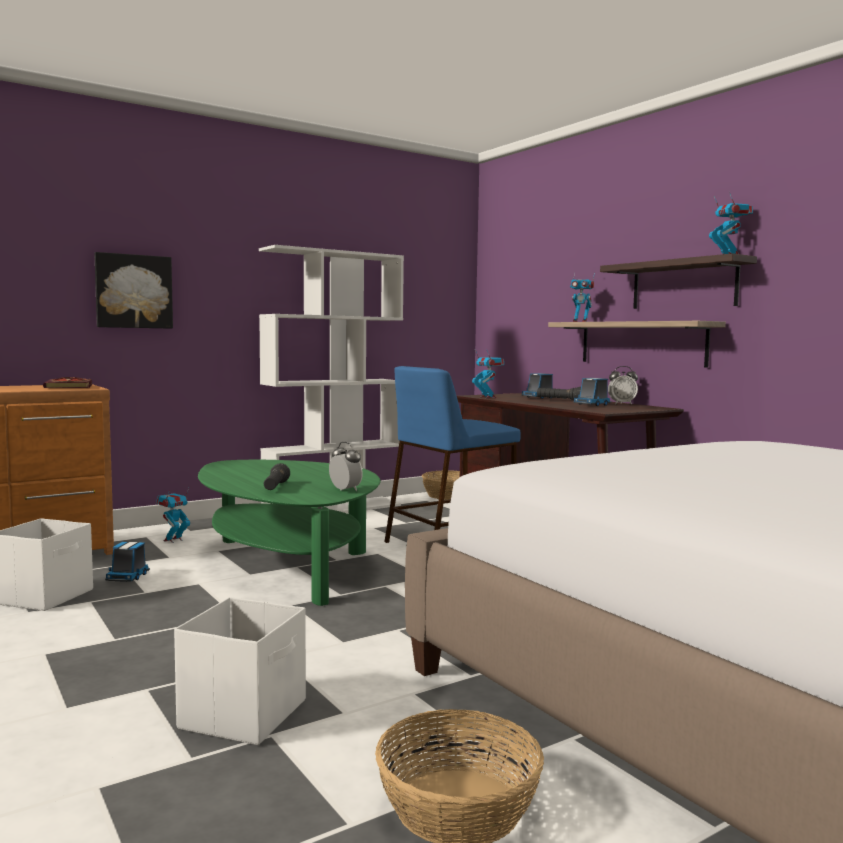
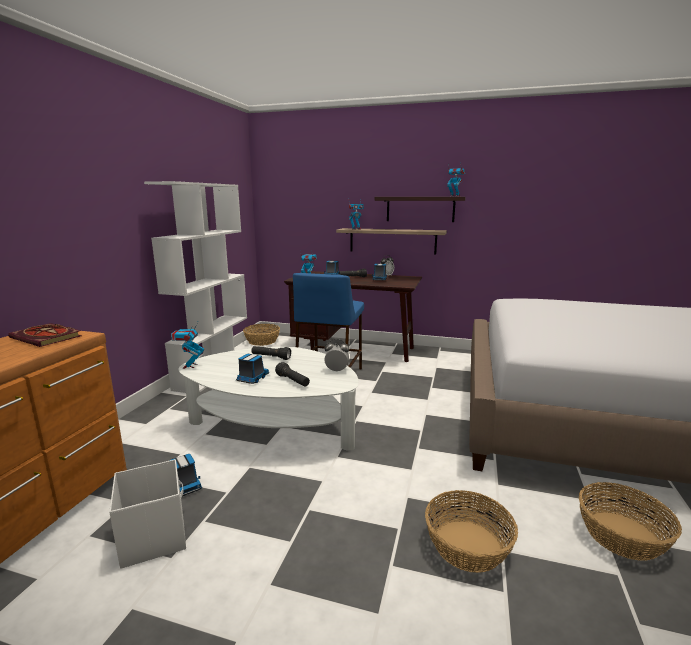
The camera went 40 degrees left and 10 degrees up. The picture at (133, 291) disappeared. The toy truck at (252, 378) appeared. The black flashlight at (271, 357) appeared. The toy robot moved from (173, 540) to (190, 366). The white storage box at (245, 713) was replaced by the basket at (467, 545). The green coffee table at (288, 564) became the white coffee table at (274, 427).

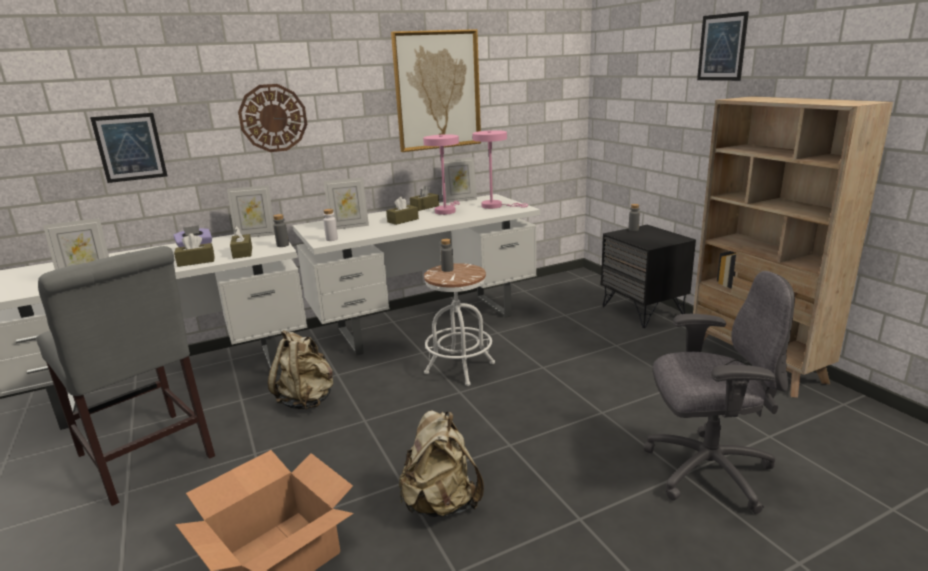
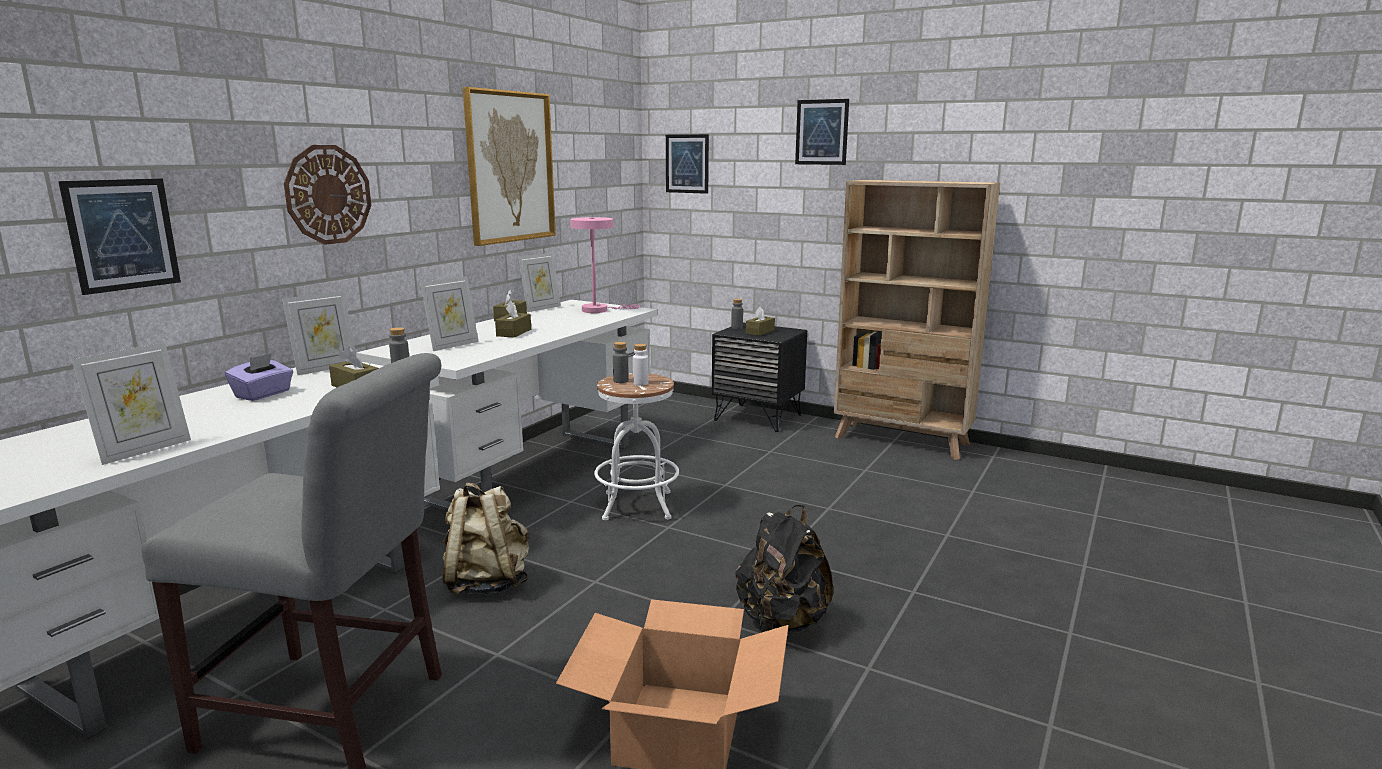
The camera went 35 degrees left and 5 degrees down. The pink table lamp at (446, 211) disappeared. The grey office chair at (705, 470) disappeared. The picture at (687, 163) appeared. The brown tissue box moved from (196, 261) to (760, 332). The white bottle moved from (332, 239) to (640, 383). The beige backpack at (441, 503) became the black backpack at (782, 623).

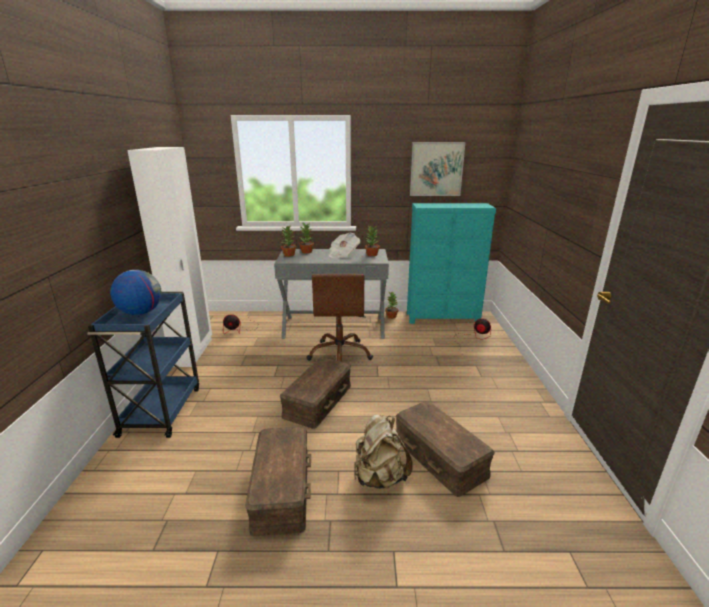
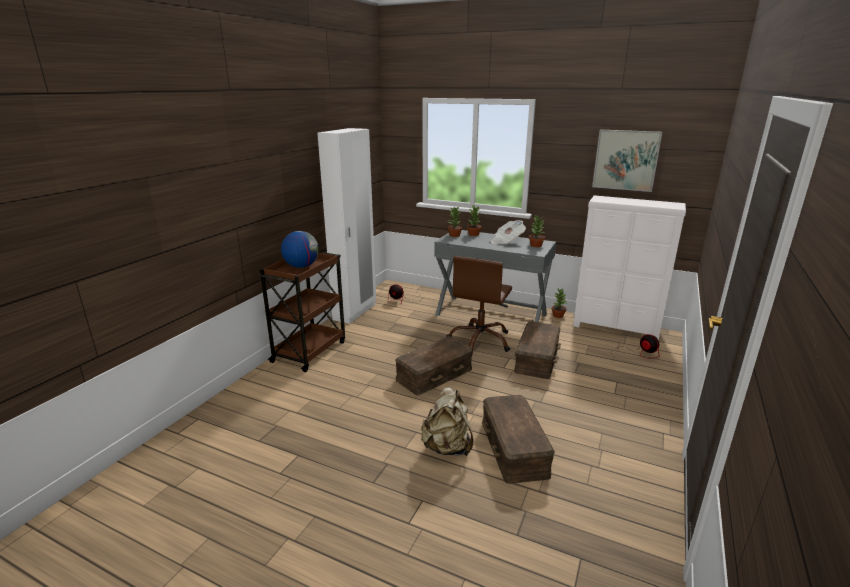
The camera went 25 degrees right and 0 degrees up. The brown storage box moved from (280, 488) to (536, 358). The blue cart at (162, 410) became the brown cart at (310, 351). The turquoise dresser at (443, 318) became the white dresser at (616, 328).

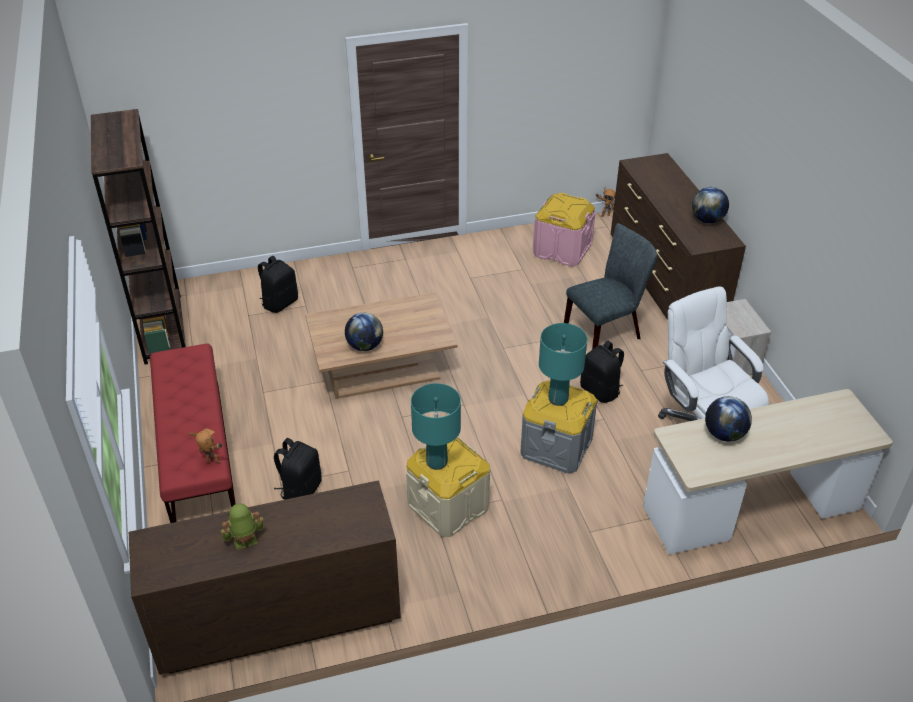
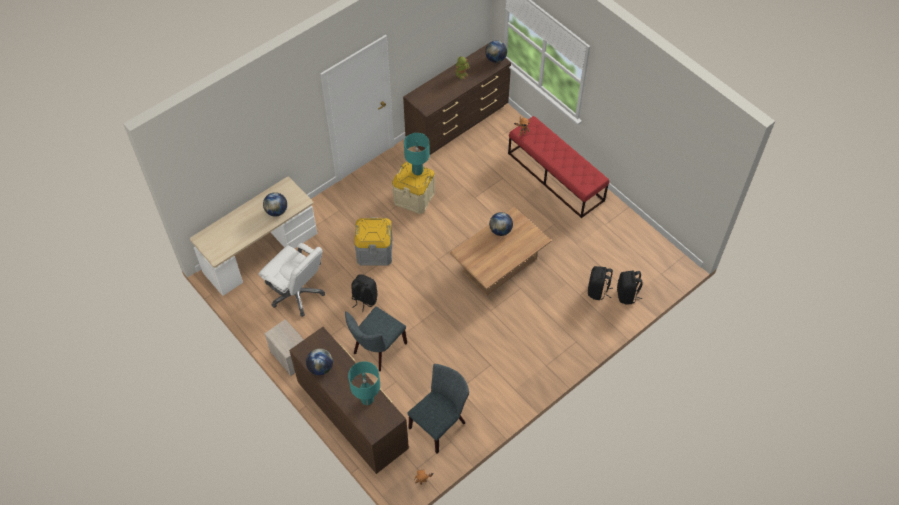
The camera went 155 degrees right and 15 degrees up. The brown bookcase at (163, 328) disappeared. The globe at (495, 59) appeared. The black backpack moved from (300, 489) to (627, 295). The turquoise table lamp moved from (557, 399) to (367, 399). The pink storage box at (562, 250) was replaced by the grey chair at (440, 423).

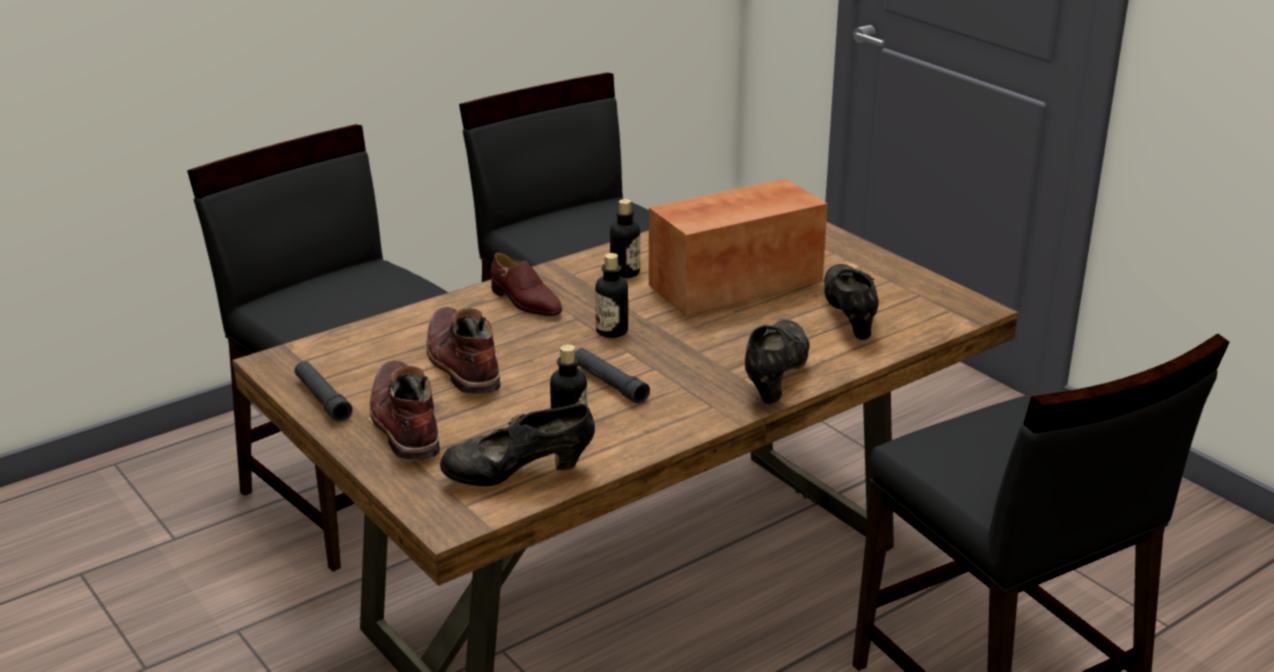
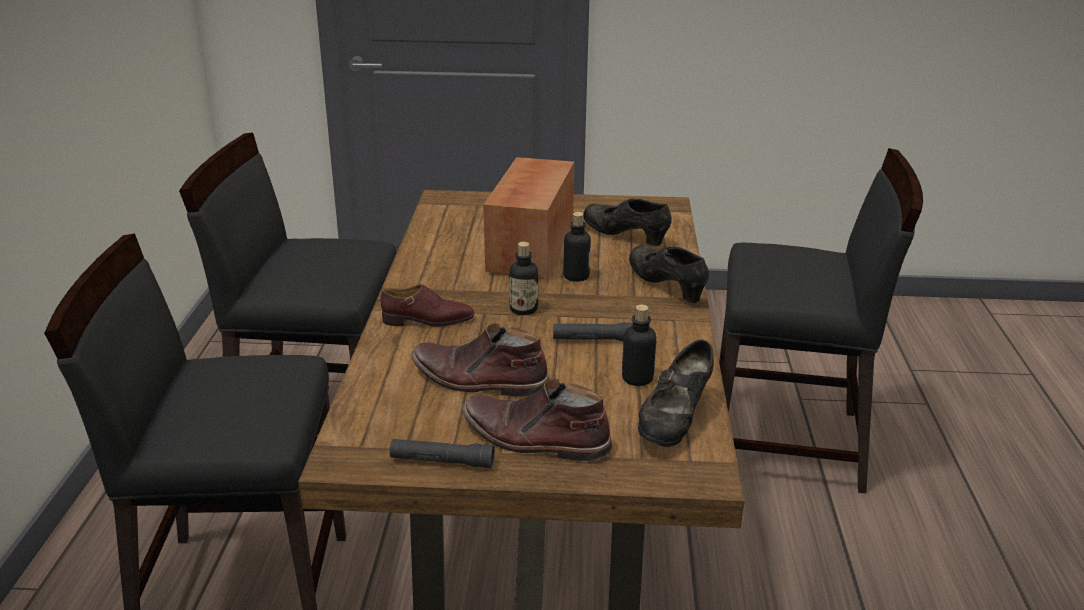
The camera went 50 degrees left and 0 degrees up. The bottle moved from (625, 272) to (576, 276).

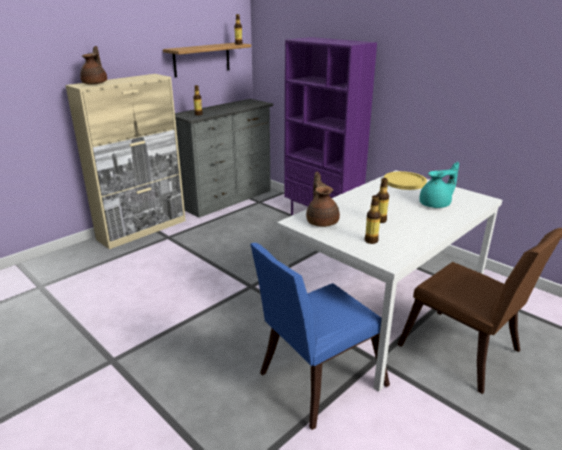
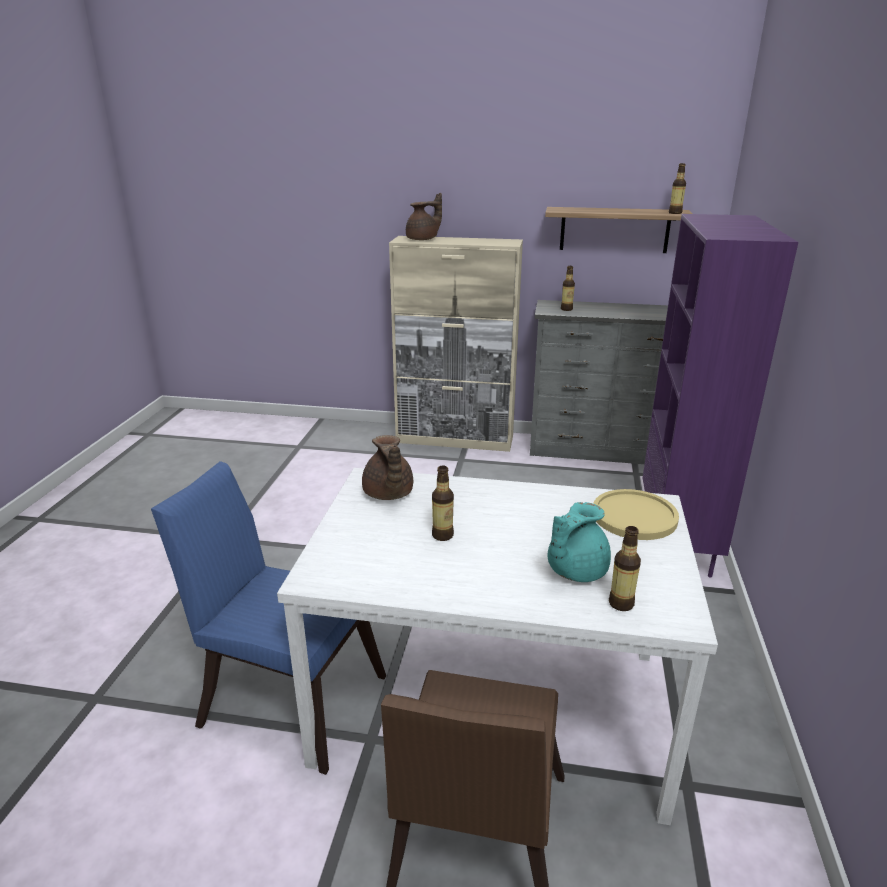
The camera went 55 degrees right and 0 degrees up. The bottle moved from (371, 241) to (621, 603). The brown teapot at (322, 221) turned 120 degrees clockwise. The turquoise teapot at (436, 205) turned 105 degrees clockwise.

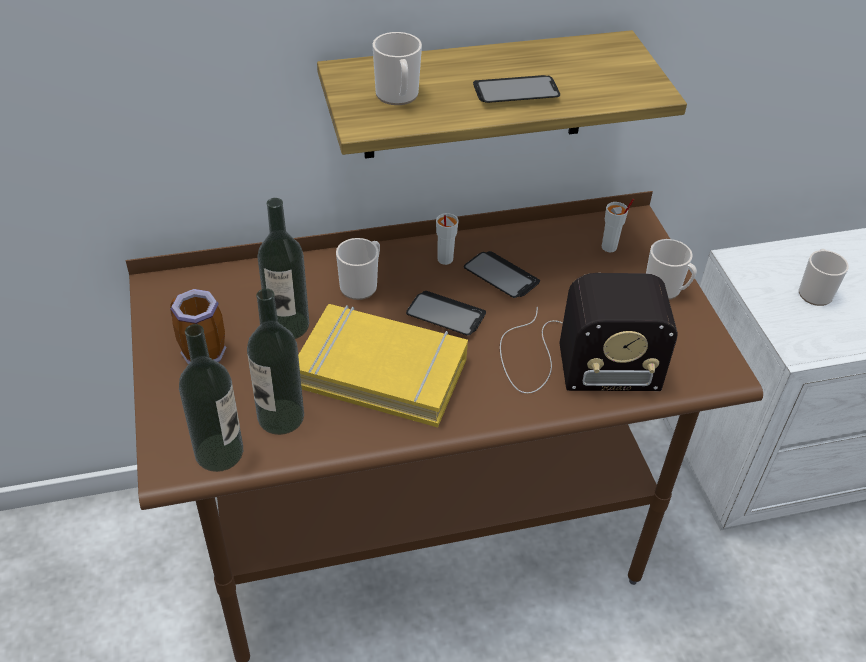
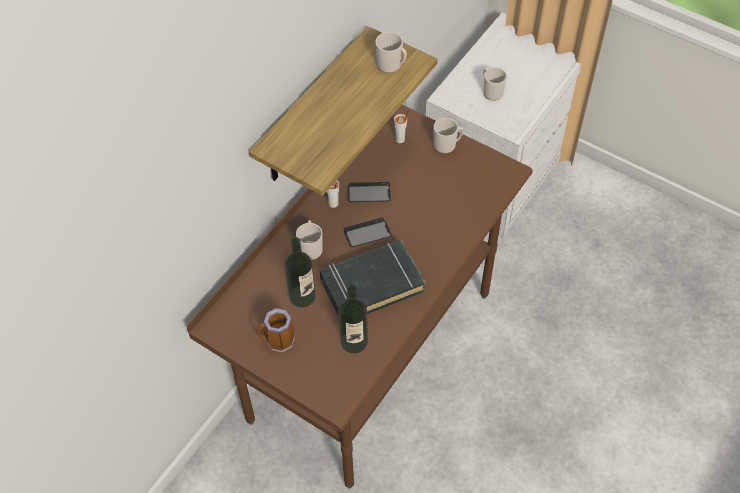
The camera went 40 degrees left and 10 degrees up. The bottle at (219, 452) disappeared. The phone at (515, 92) disappeared. The radio at (573, 360) disappeared. The mug moved from (398, 96) to (391, 65). The yellow book at (382, 371) became the black book at (371, 284).

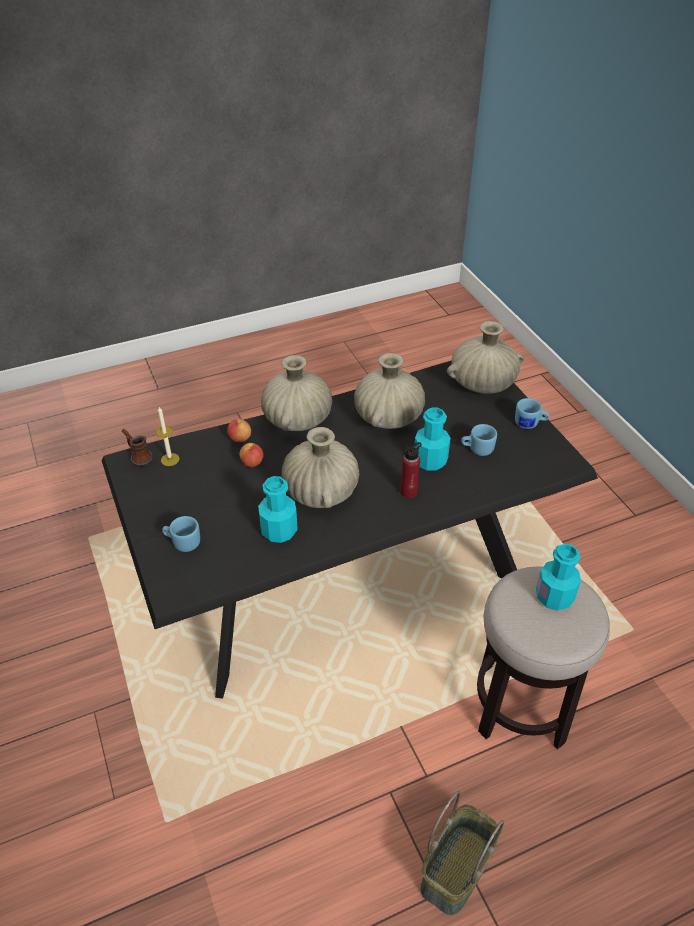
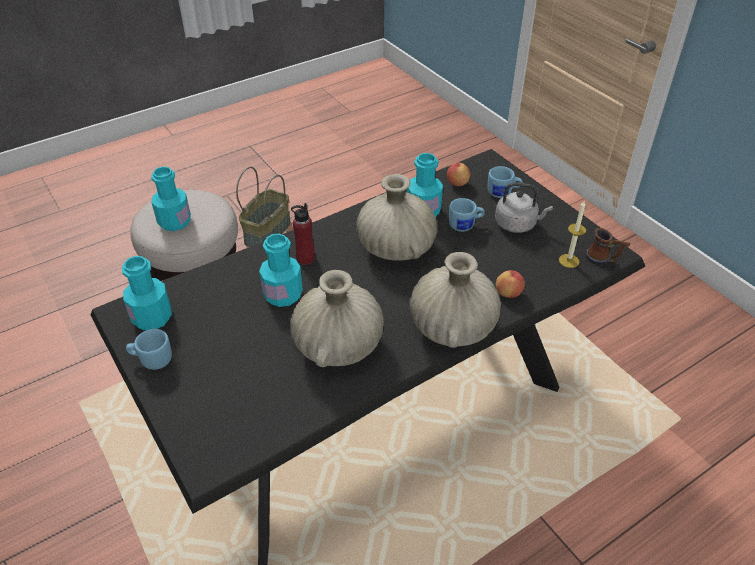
The camera went 170 degrees right and 0 degrees up. The beige vase at (482, 383) disappeared. The turquoise bottle at (152, 317) appeared. The grey kettle at (517, 224) appeared. The apple moved from (252, 463) to (457, 183). The blue mug moved from (477, 449) to (465, 225).

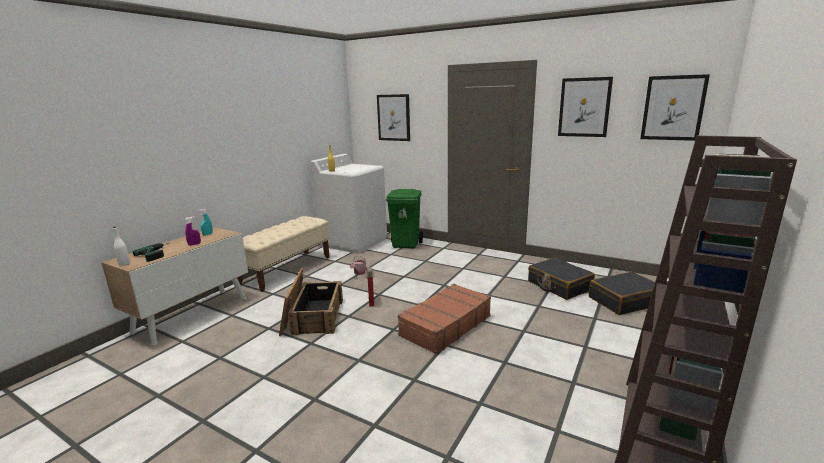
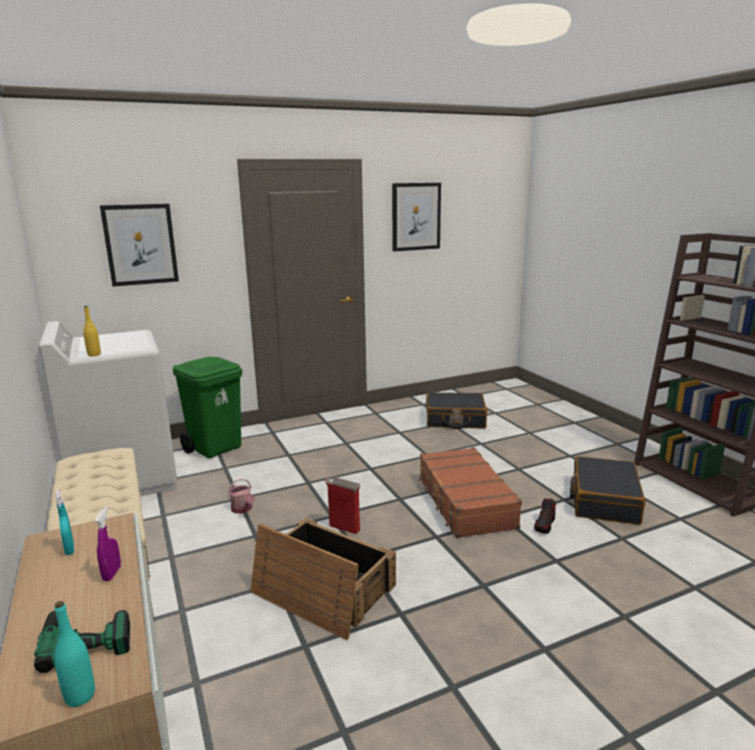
The camera went 55 degrees left and 0 degrees up. The picture at (673, 108) disappeared. The shoe at (545, 525) appeared. The black suitcase moved from (624, 301) to (604, 501). The white bottle at (124, 264) became the turquoise bottle at (80, 696).

